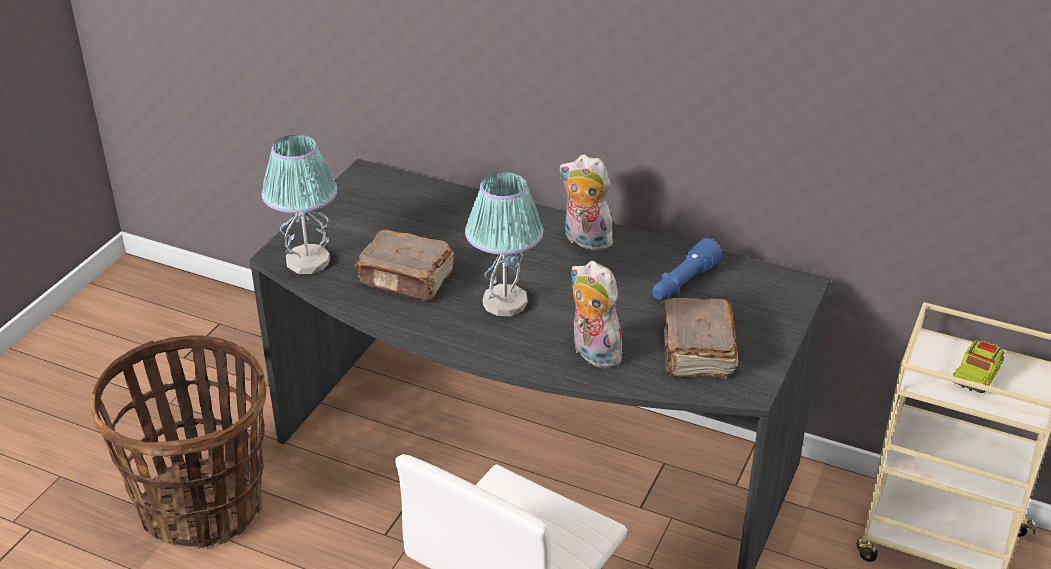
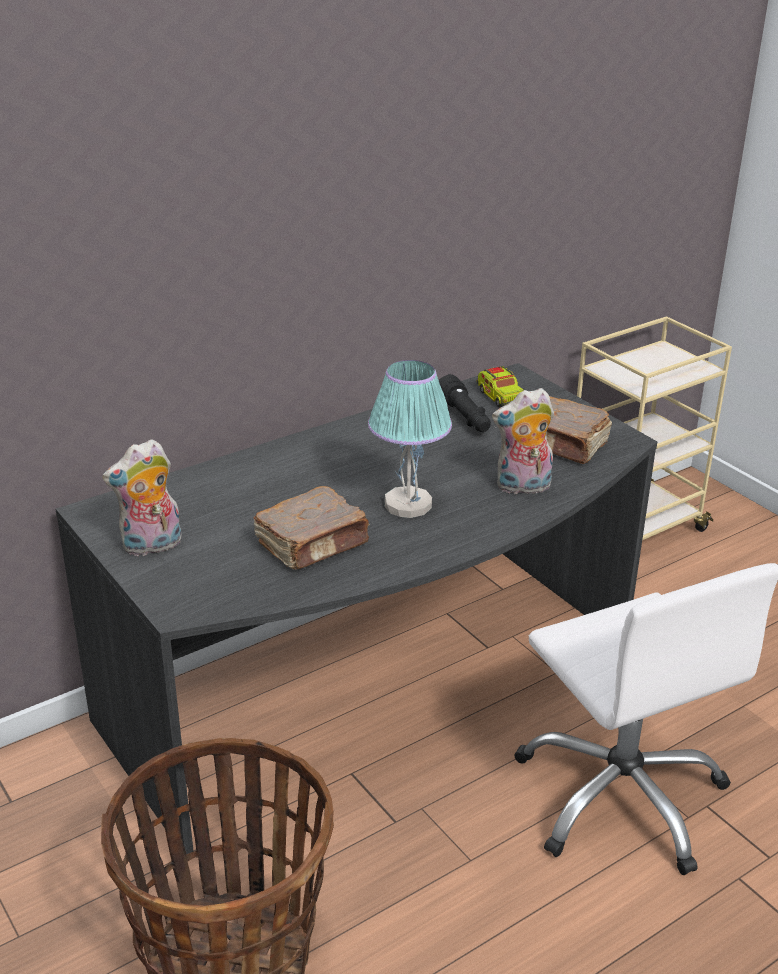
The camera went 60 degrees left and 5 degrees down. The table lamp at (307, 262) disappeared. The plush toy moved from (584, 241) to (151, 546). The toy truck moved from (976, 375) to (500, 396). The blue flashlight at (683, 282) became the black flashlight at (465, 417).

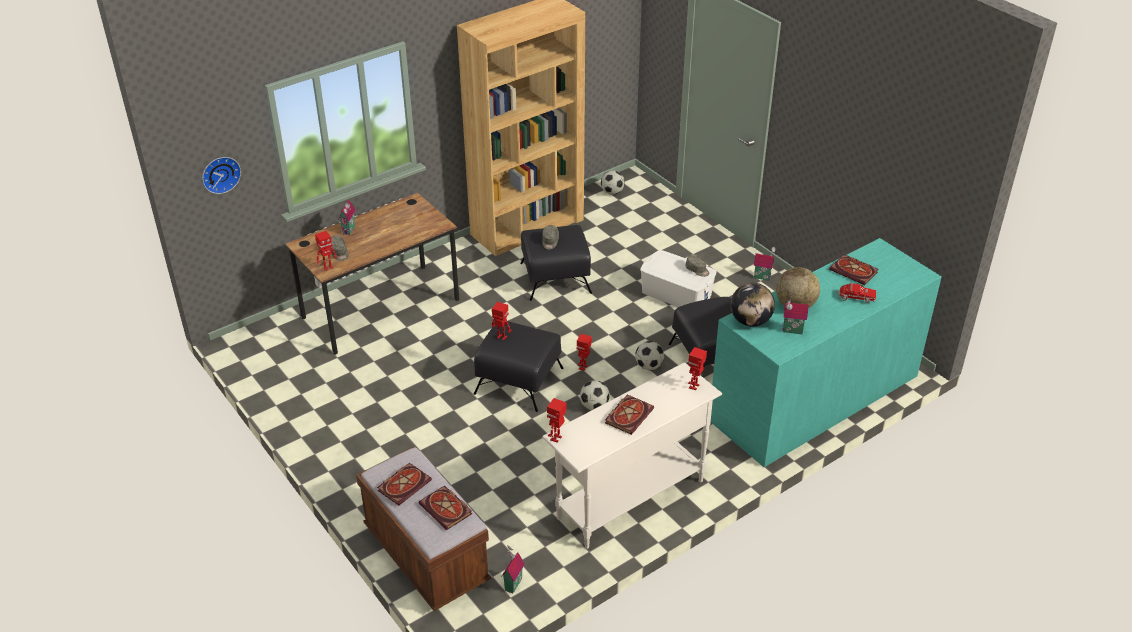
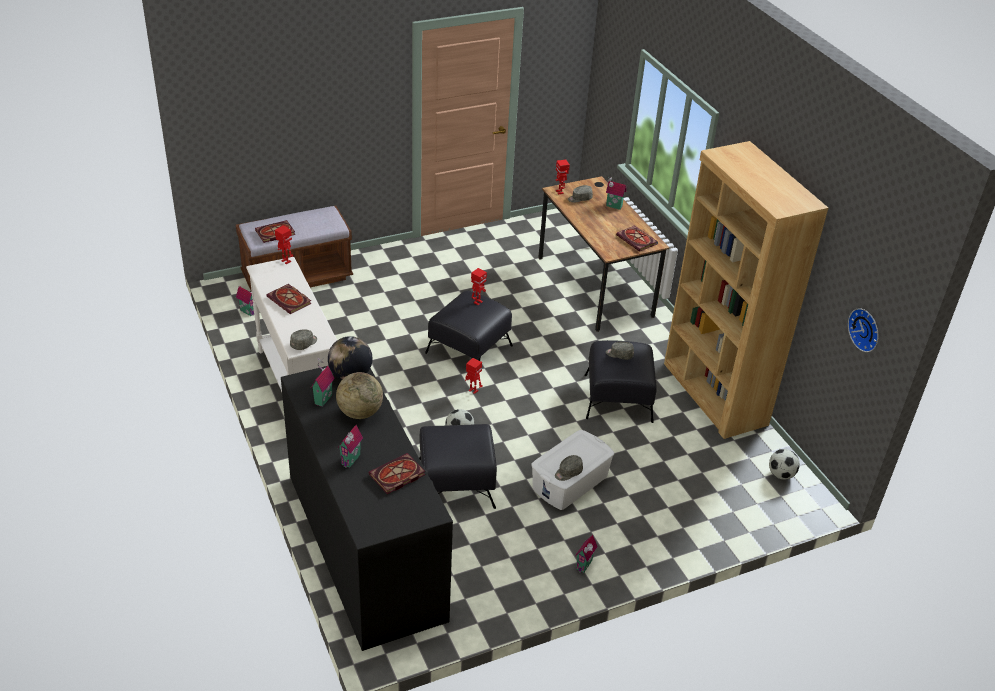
The camera went 100 degrees right and 0 degrees up. The football at (594, 406) disappeared. The wall clock moved from (220, 174) to (866, 329). The book moved from (404, 484) to (637, 240). The toy robot at (694, 386) was replaced by the grey cap at (304, 343). The toy truck at (854, 298) was replaced by the toy house at (352, 460). The turquoise dresser at (814, 398) became the black dresser at (365, 545).

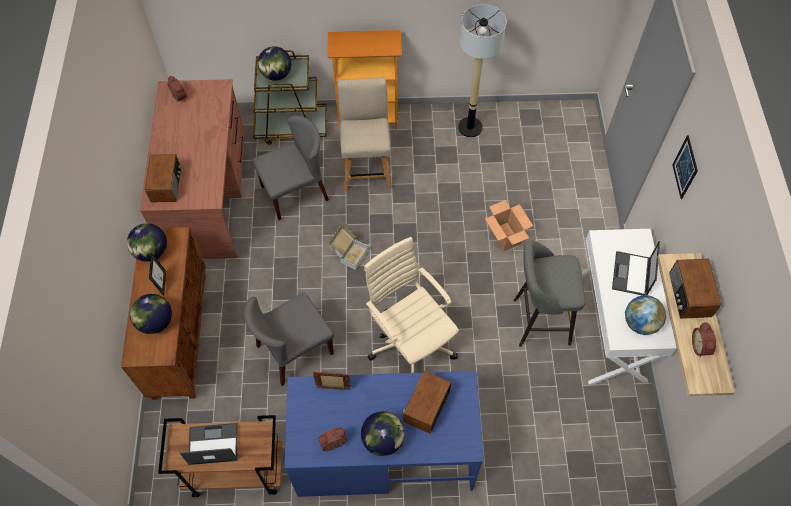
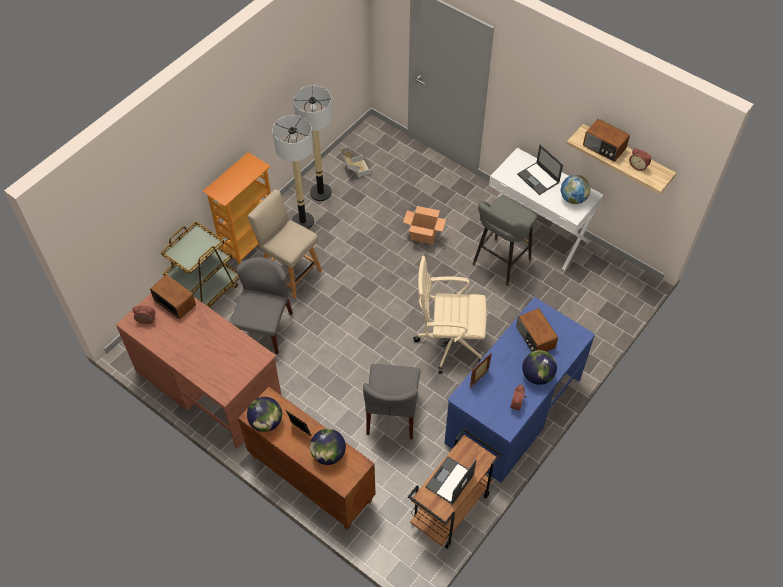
The camera went 50 degrees left and 5 degrees down. The globe at (276, 75) disappeared. The picture at (685, 167) disappeared. The floor lamp at (302, 221) appeared. The radio moved from (167, 184) to (175, 302). The cardboard box moved from (348, 253) to (355, 169).

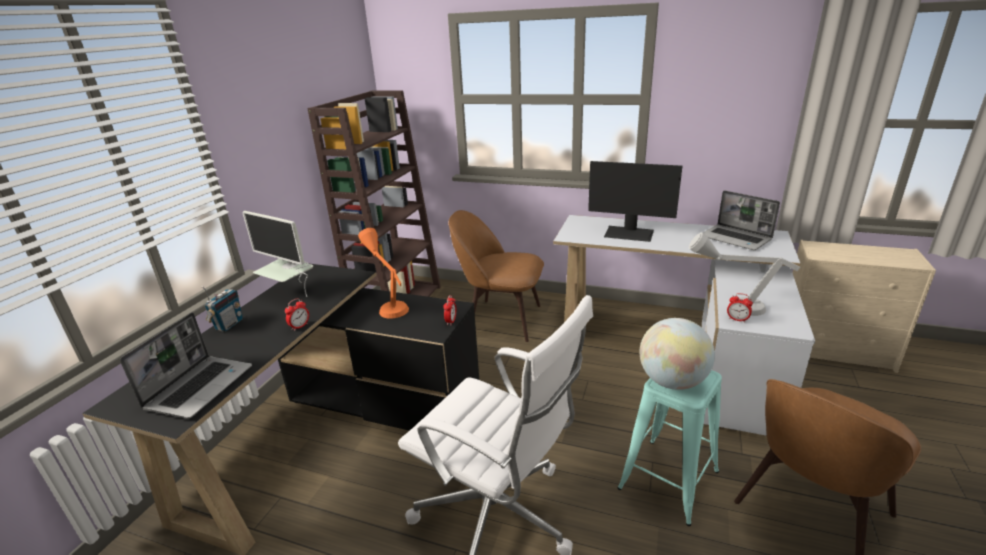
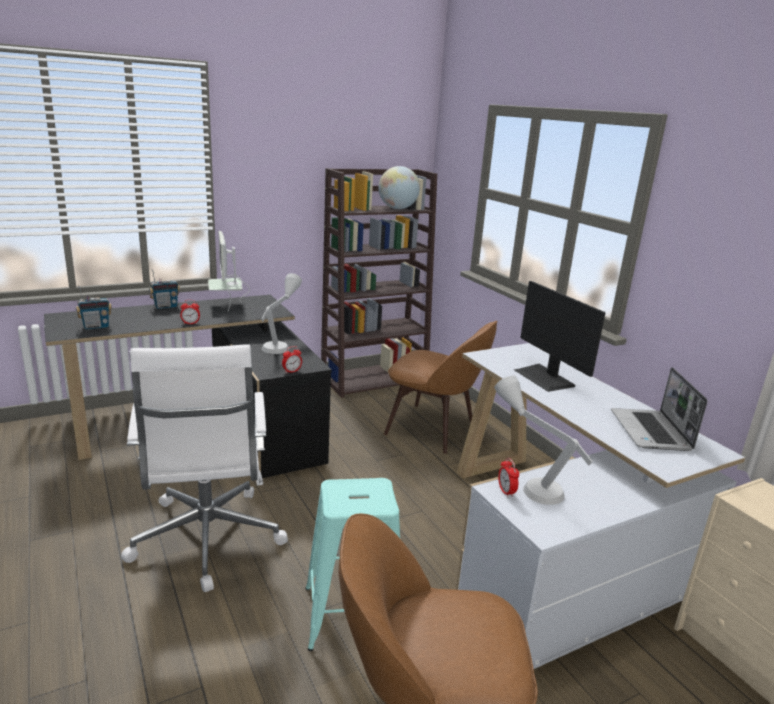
The camera went 40 degrees right and 5 degrees down. The globe moved from (672, 381) to (397, 208). The laptop at (200, 387) was replaced by the radio at (96, 327). The orange table lamp at (389, 304) became the grey table lamp at (281, 344). The brown chair at (501, 319) turned 150 degrees clockwise.

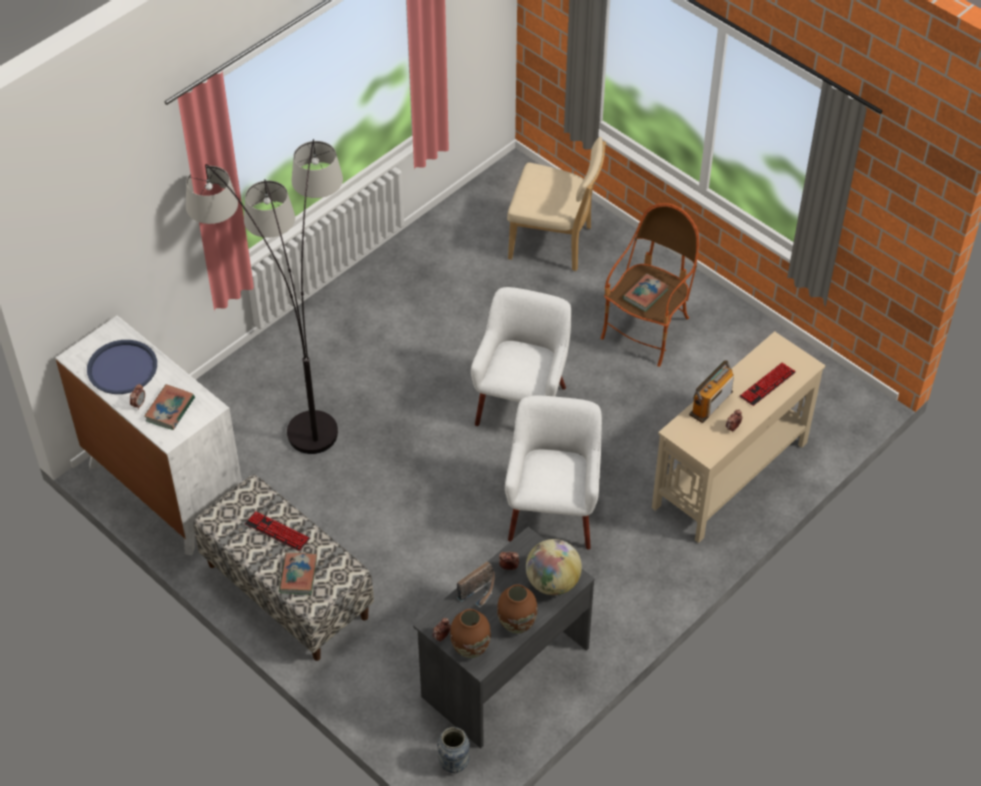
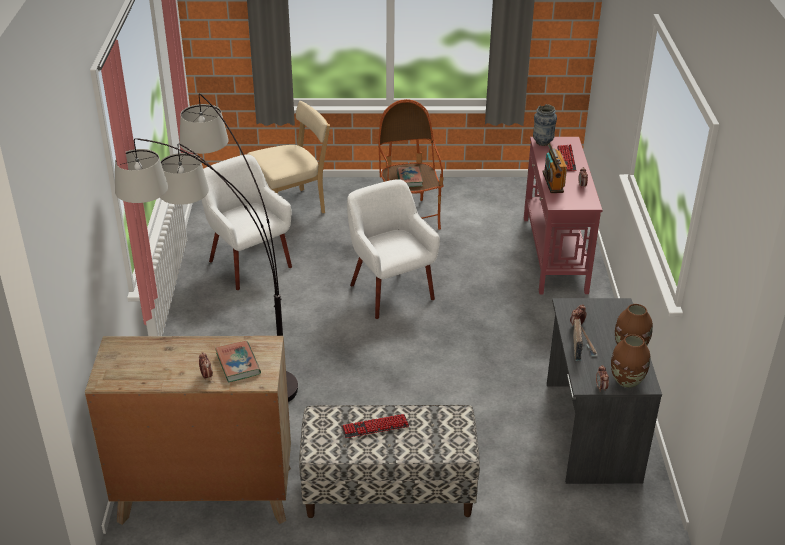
The camera went 45 degrees left and 15 degrees down. The blue tray at (122, 368) disappeared. The book at (298, 575) disappeared. The globe at (552, 582) disappeared. The vase moved from (454, 764) to (542, 142). The white armchair moved from (553, 512) to (248, 264). The white dresser at (165, 489) became the brown dresser at (205, 494). The beige console table at (729, 475) became the red console table at (554, 254).

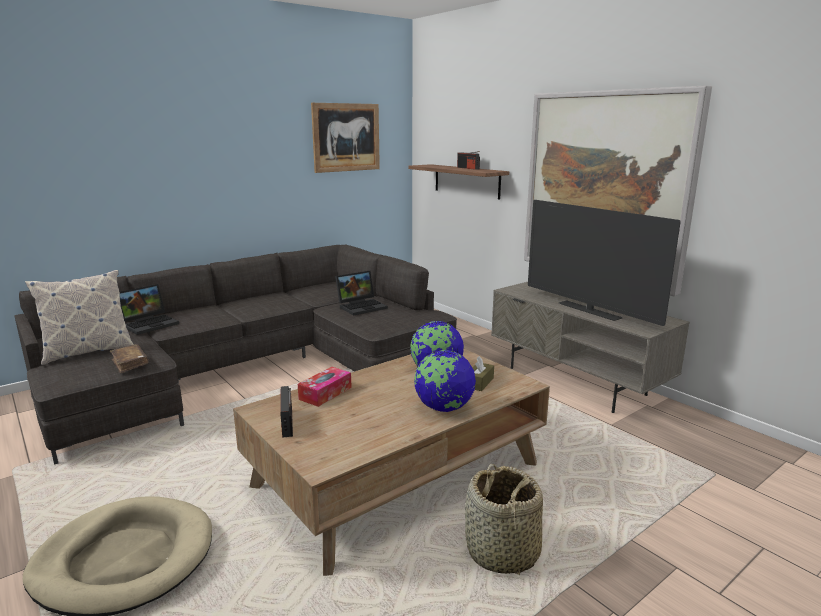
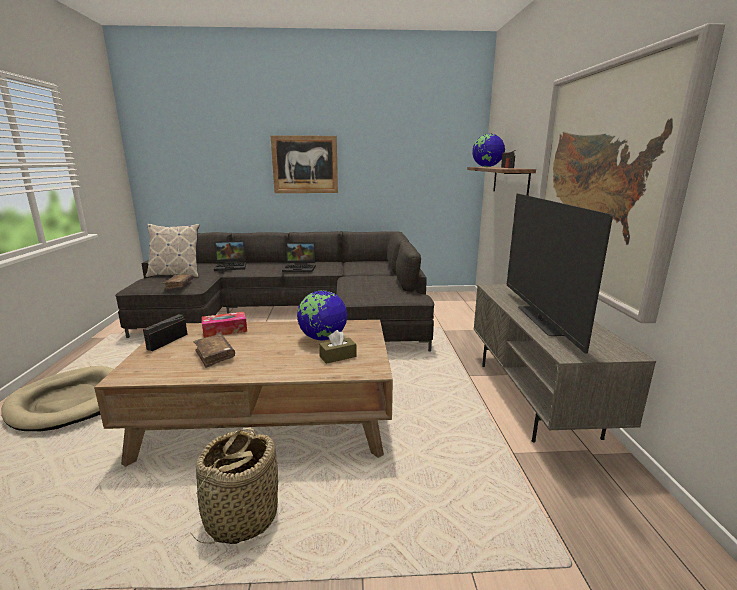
The camera went 35 degrees right and 0 degrees up. The brown book at (215, 355) appeared. The picture moved from (346, 137) to (305, 164). The laptop moved from (362, 306) to (300, 268). The globe moved from (444, 408) to (486, 167).

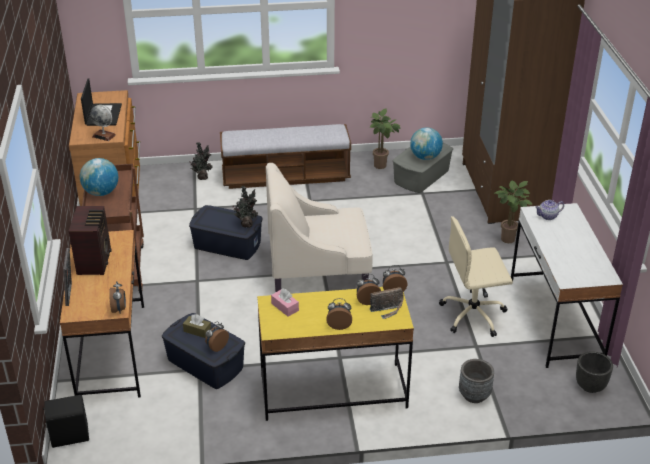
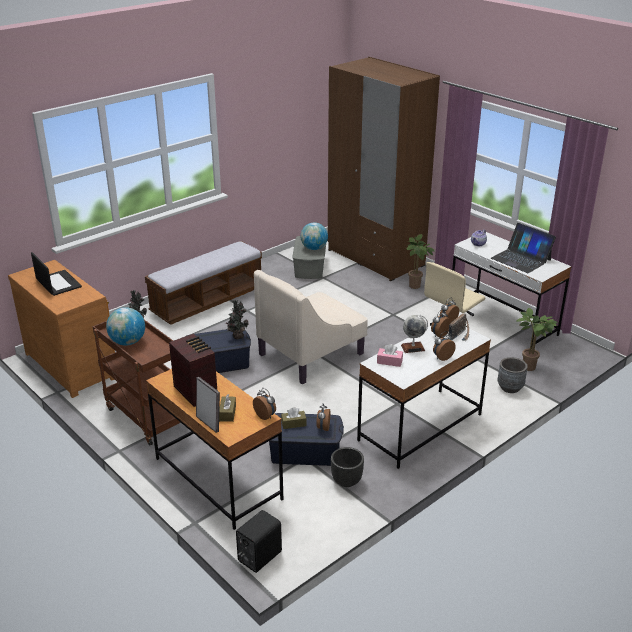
The camera went 35 degrees left and 5 degrees down. The brown tissue box at (227, 413) appeared. The laptop at (521, 259) appeared. The globe moved from (104, 136) to (413, 348). The potted plant moved from (381, 166) to (531, 367). The black planter moved from (591, 386) to (347, 480). The yellow desk at (333, 391) became the white desk at (420, 427).

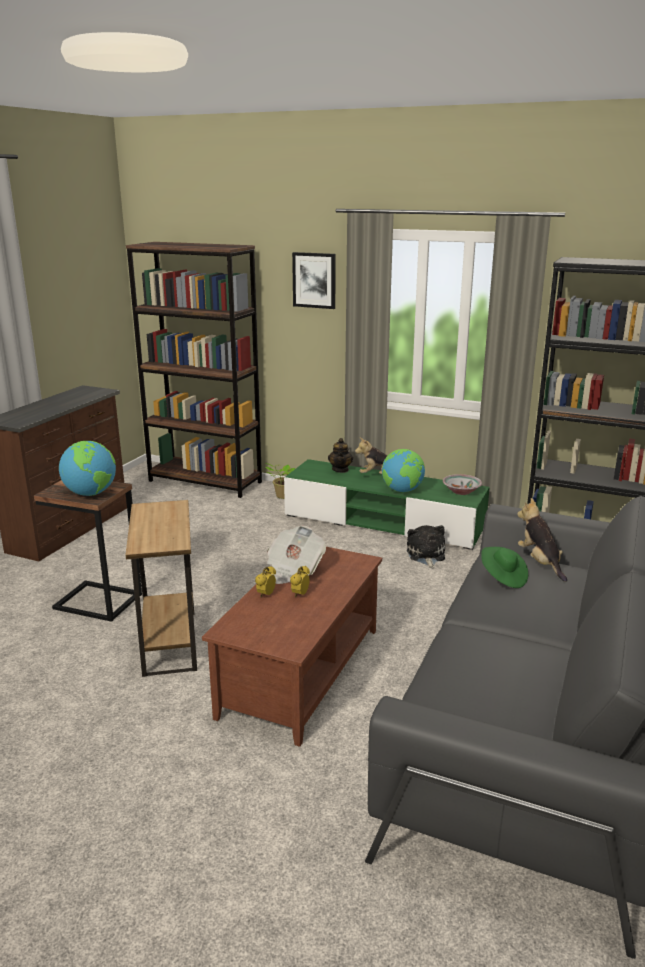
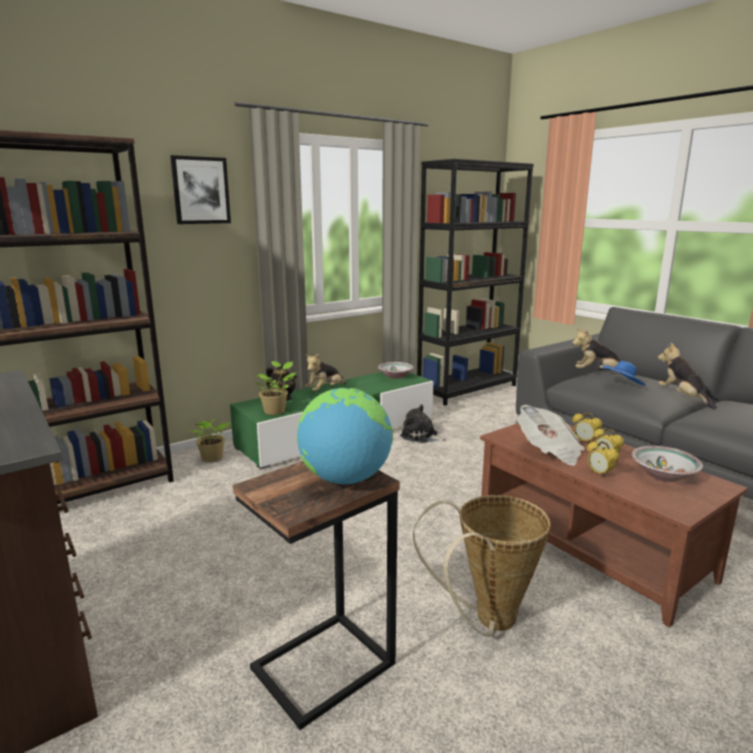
The camera went 60 degrees left and 5 degrees down. The globe at (402, 491) disappeared. The potted plant at (276, 411) appeared. The alarm clock at (584, 441) appeared. The bowl at (664, 475) appeared. The plush toy at (683, 397) appeared. The brown side table at (170, 643) was replaced by the basket at (487, 620). The green hat at (503, 577) became the blue hat at (622, 385).

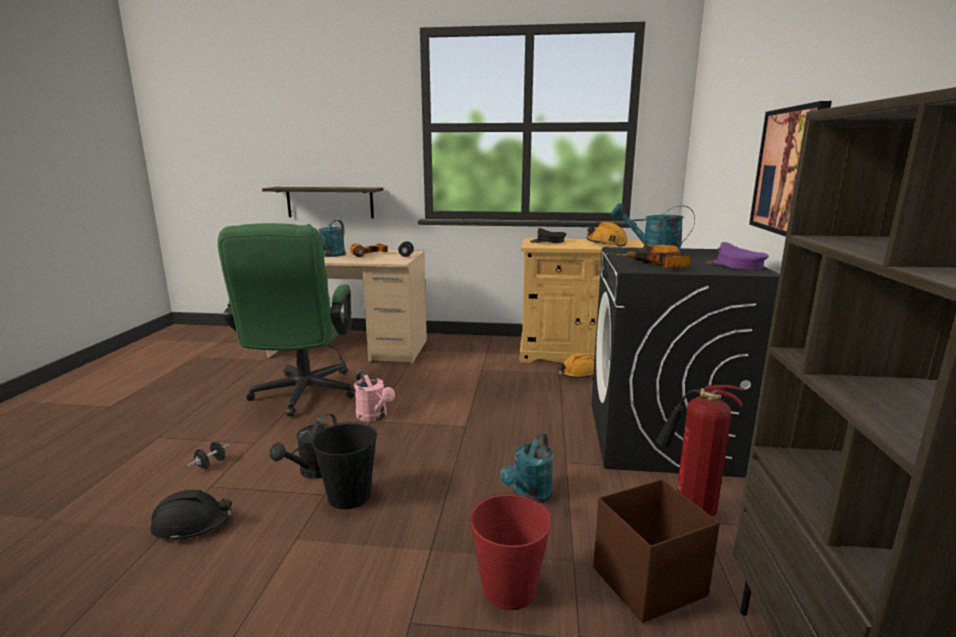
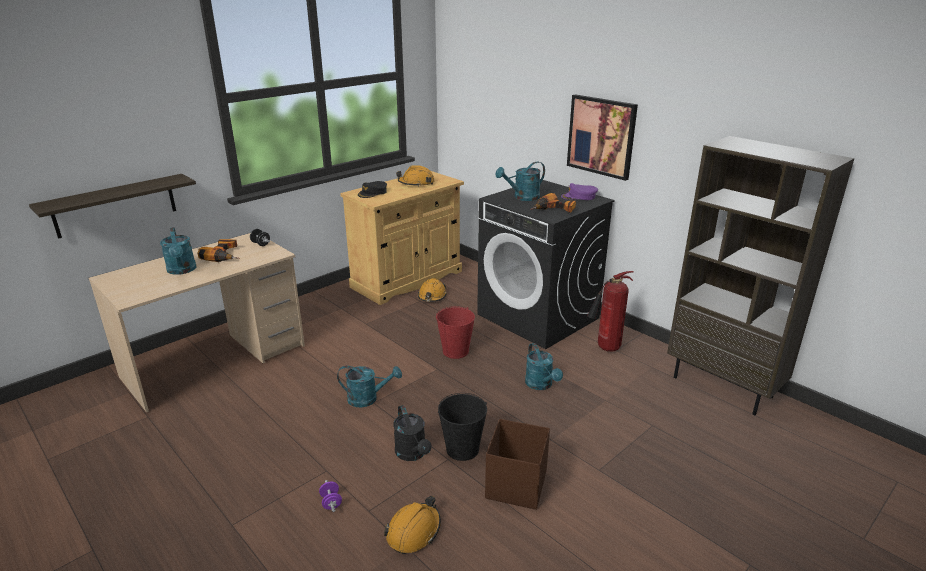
The camera went 50 degrees left and 10 degrees up. The green office chair at (302, 396) disappeared. The red bucket moved from (509, 589) to (456, 351). The brown storage box moved from (647, 582) to (515, 485). The black hard hat at (192, 524) became the orange hard hat at (413, 531). The black dumbbell at (211, 464) became the purple dumbbell at (331, 502). The pink watering can at (374, 416) became the turquoise watering can at (368, 398).

